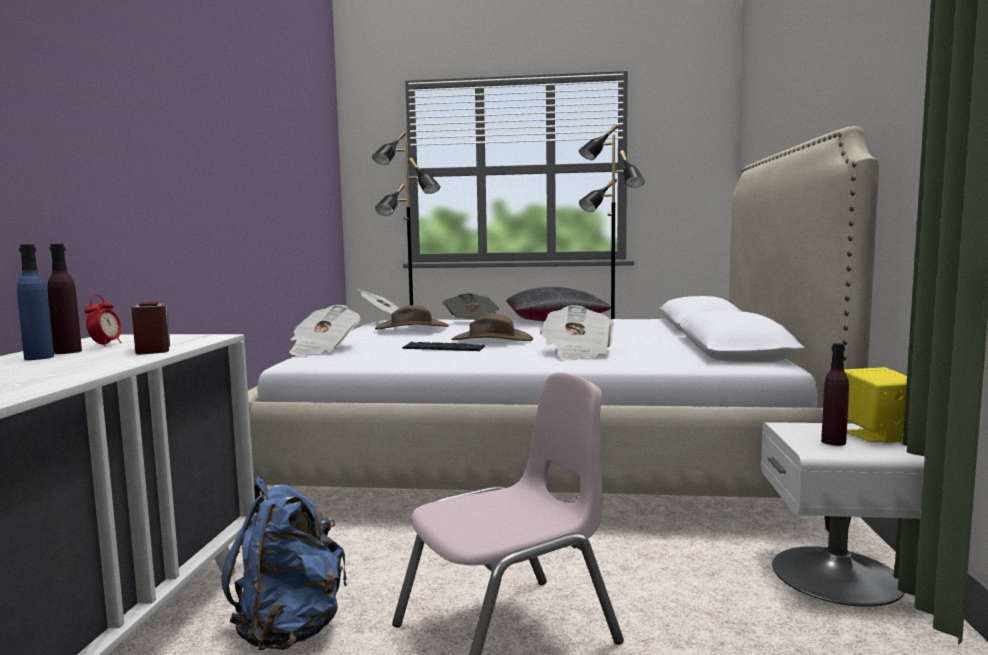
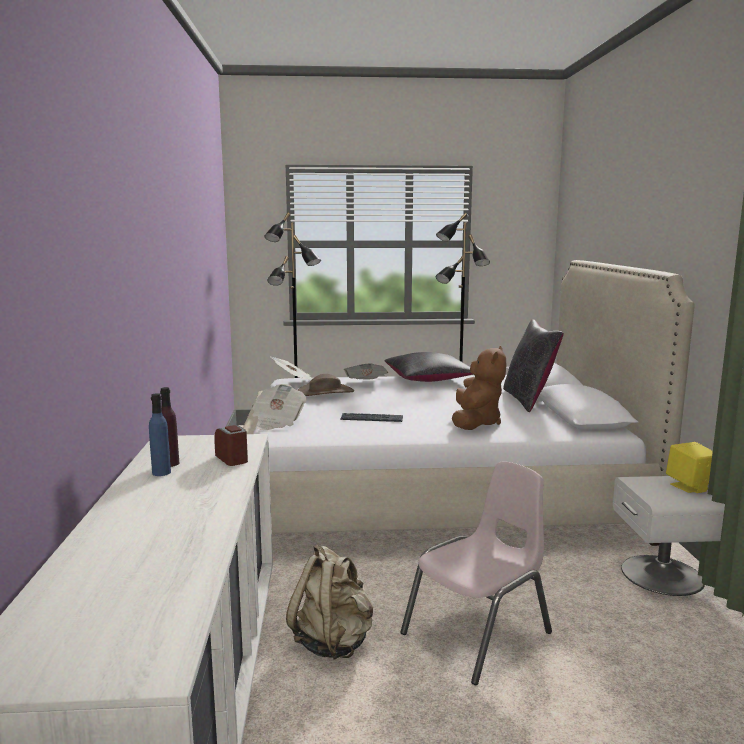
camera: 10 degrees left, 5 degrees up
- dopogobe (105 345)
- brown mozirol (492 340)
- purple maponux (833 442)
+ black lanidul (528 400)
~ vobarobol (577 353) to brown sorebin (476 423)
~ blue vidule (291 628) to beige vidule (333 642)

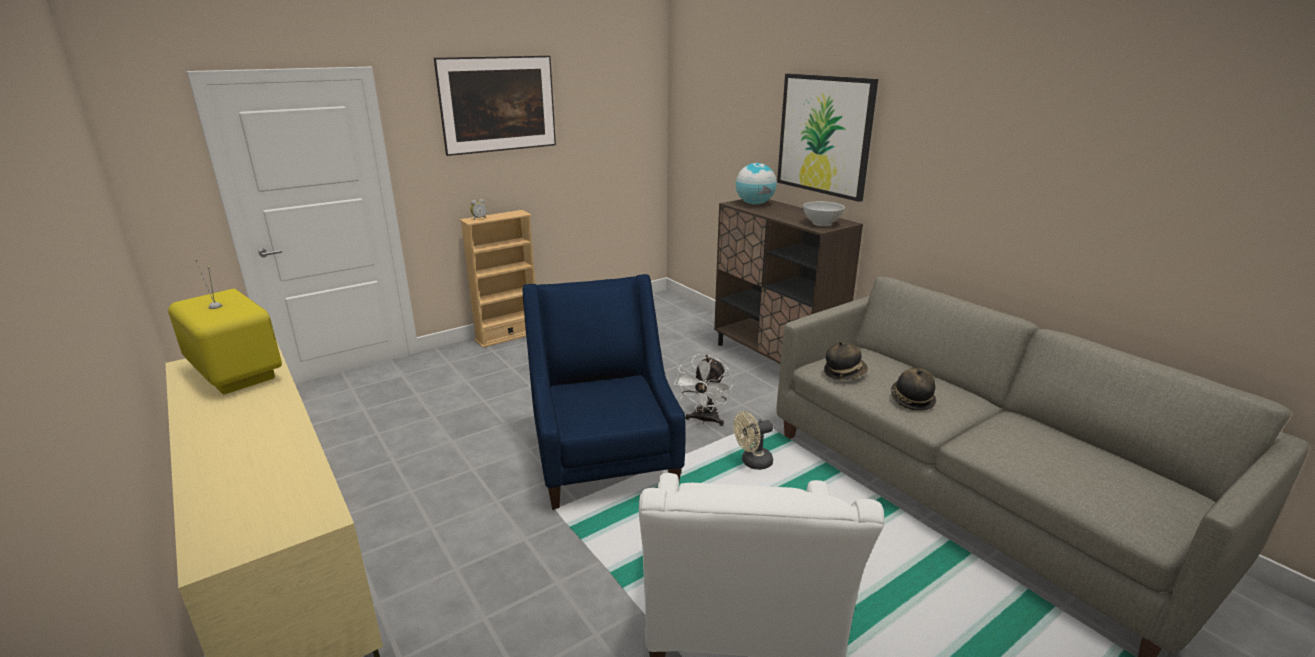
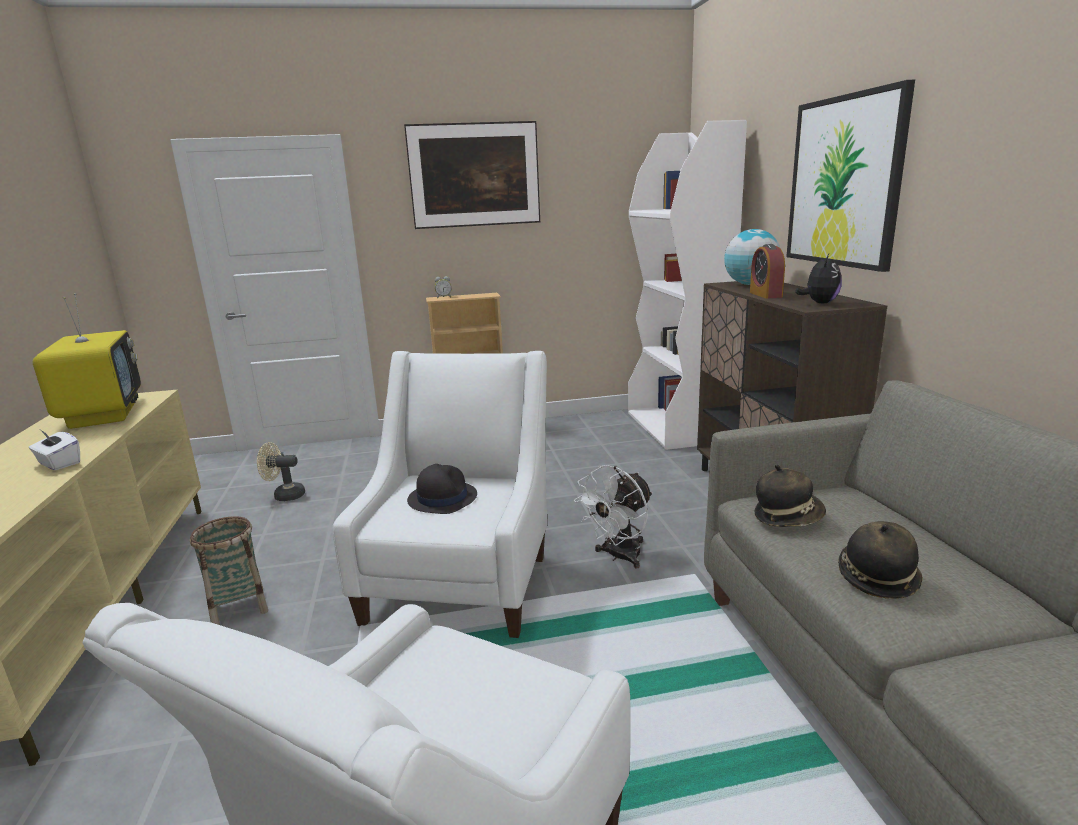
camera: 25 degrees right, 5 degrees down
+ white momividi (59 463)
+ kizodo (238 607)
+ black mozirol (442 498)
+ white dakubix (675 427)
+ dopogobe (765 295)
~ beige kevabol (752 462) to (284 495)
~ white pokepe (821 223) to sorebin (819 303)
~ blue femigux (604 460) to white femigux (462 580)

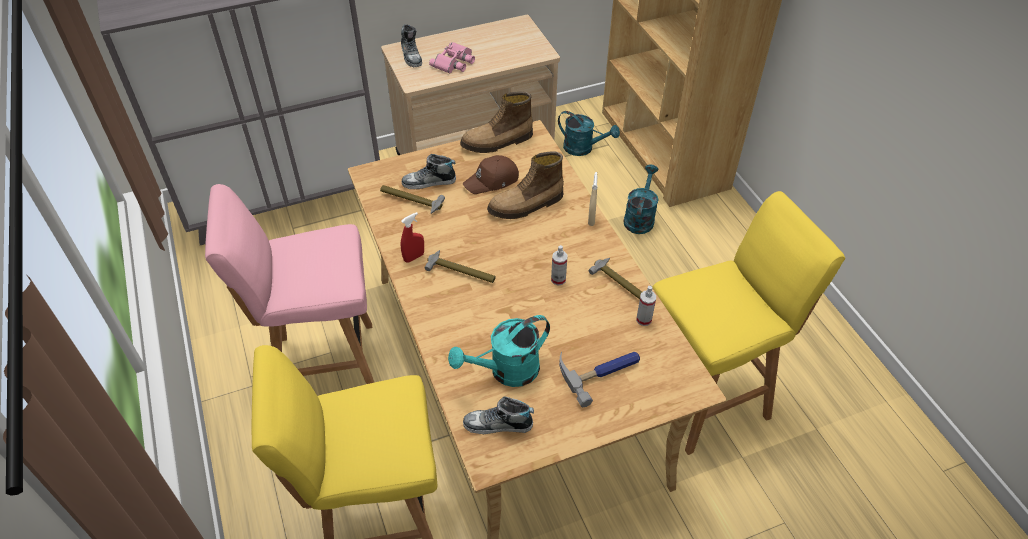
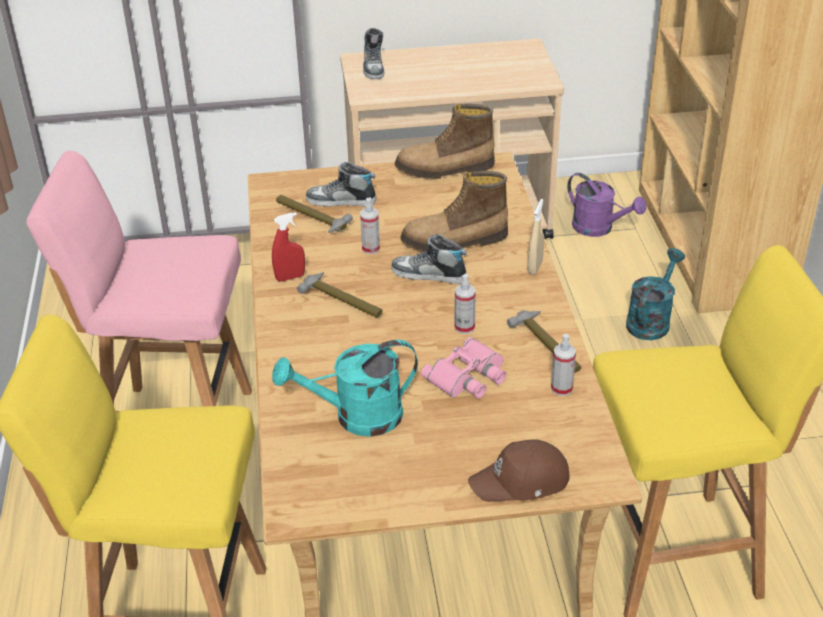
camera: 15 degrees right, 10 degrees down
- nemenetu (600 371)
+ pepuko (370 248)
~ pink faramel (454 62) to (468 376)
~ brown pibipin (492 181) to (521 482)
~ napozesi (498 425) to (428 274)
~ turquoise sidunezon (583 148) to purple sidunezon (599 228)

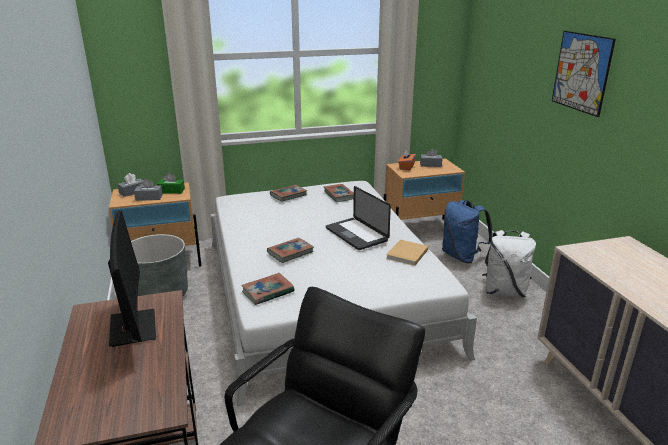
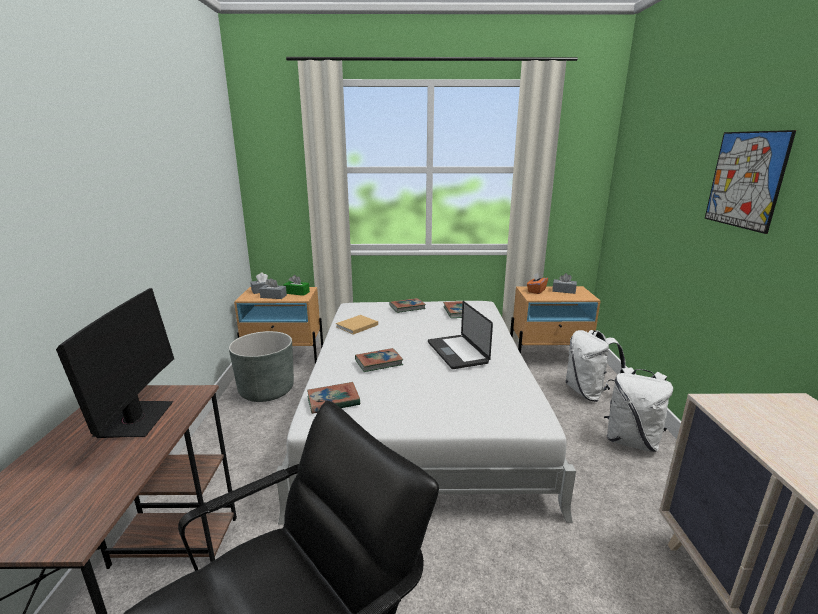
camera: 15 degrees right, 5 degrees down
~ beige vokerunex (406 254) to (356 326)
~ blue vidule (462 256) to white vidule (588 393)

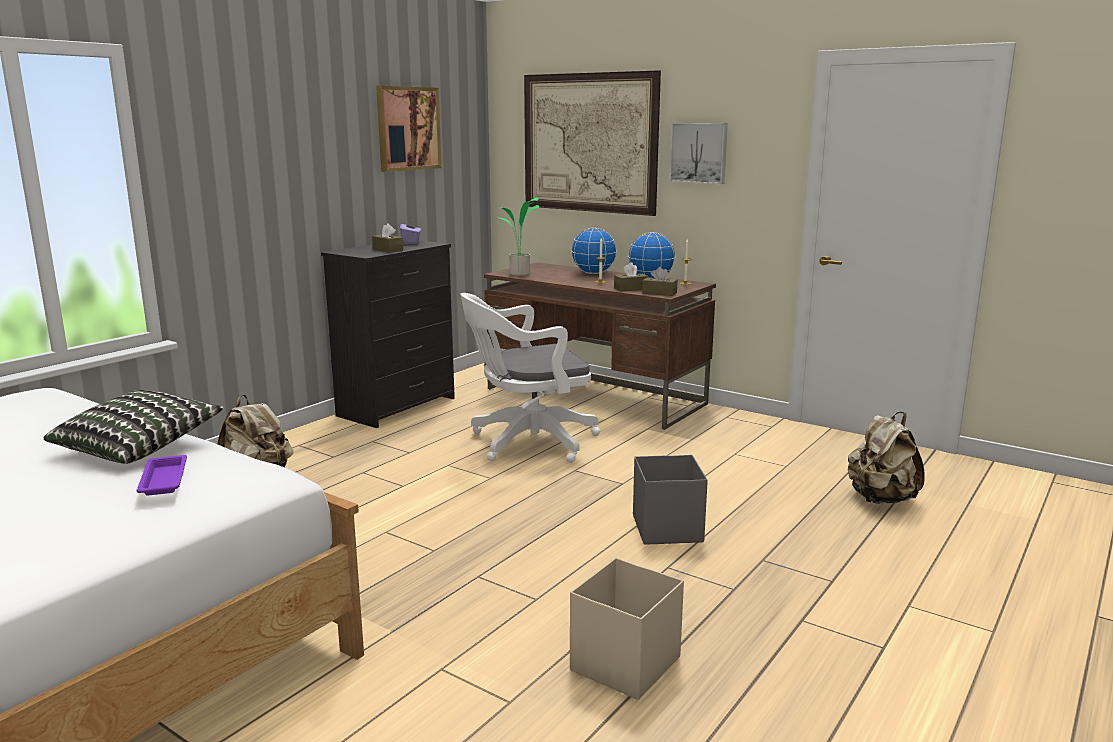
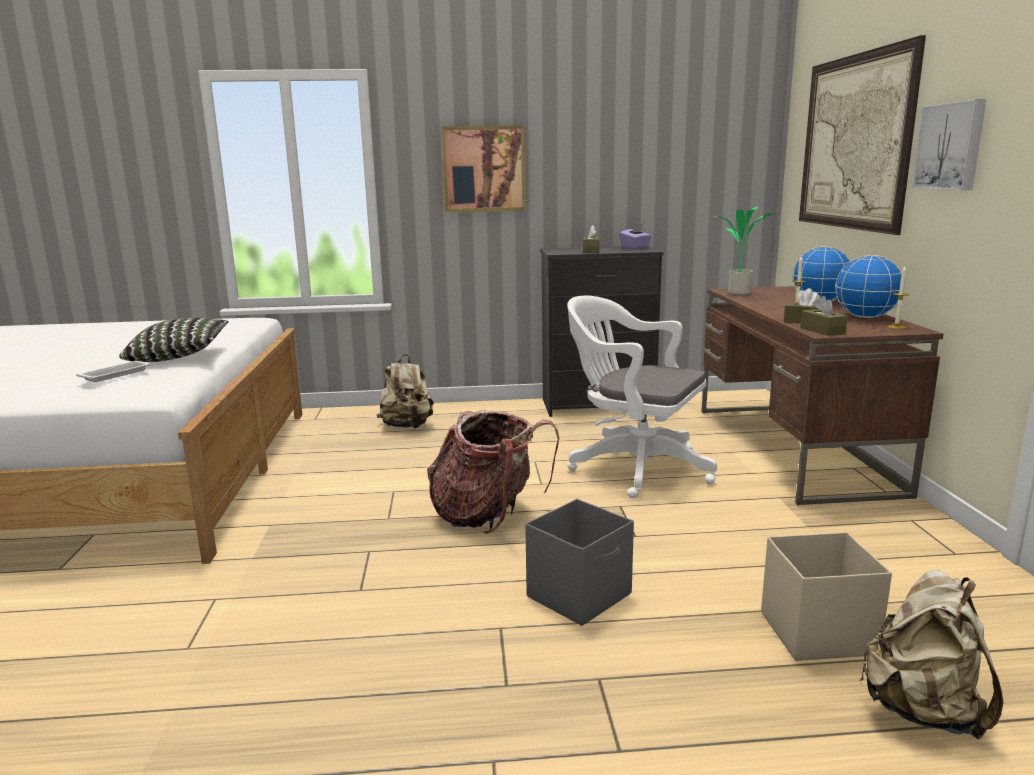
camera: 50 degrees right, 0 degrees up
+ vidule (488 515)
~ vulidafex (408 128) to (484 169)
~ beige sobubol (624 664) to (815 633)
~ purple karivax (164 479) to white karivax (116 374)

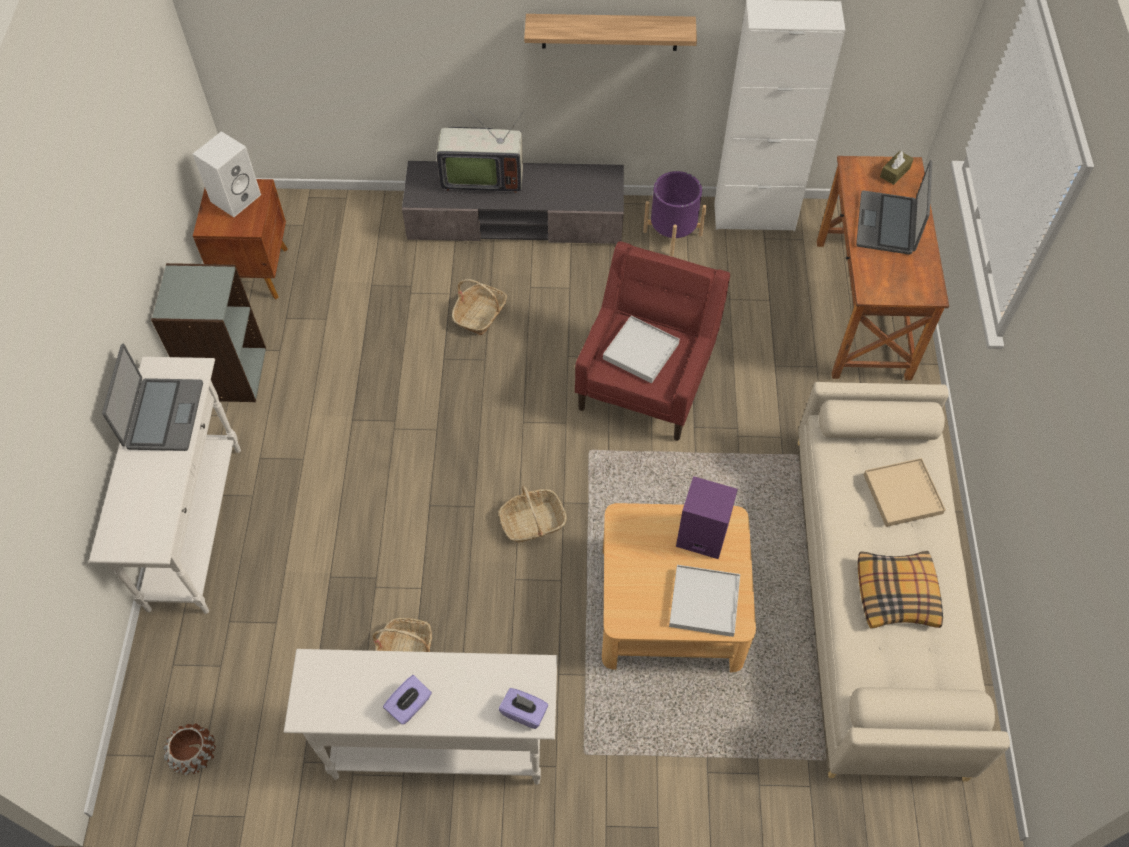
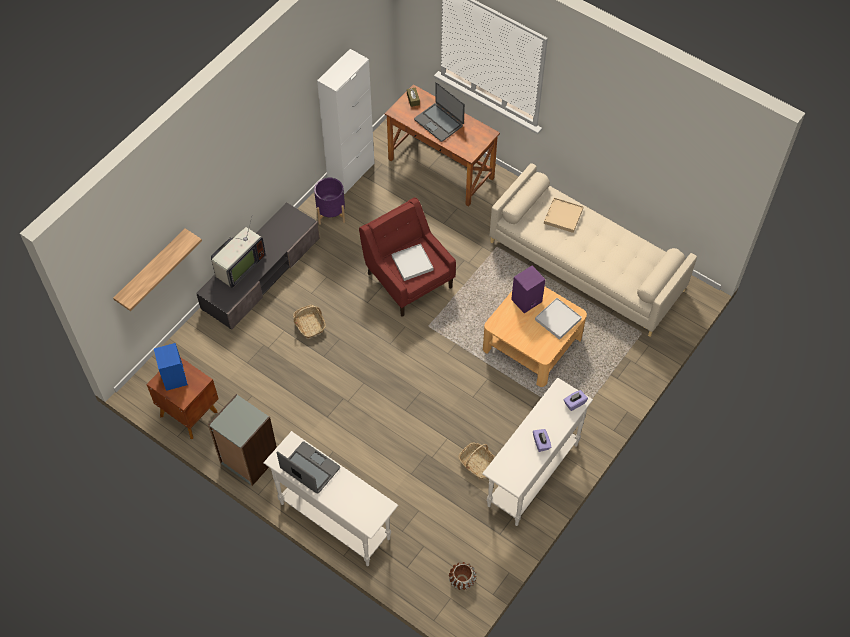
camera: 55 degrees left, 0 degrees up
- kizodo (532 522)
- lanidul (897 594)
~ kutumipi (610 32) to (151 269)
~ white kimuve (236 197) to blue kimuve (173 377)

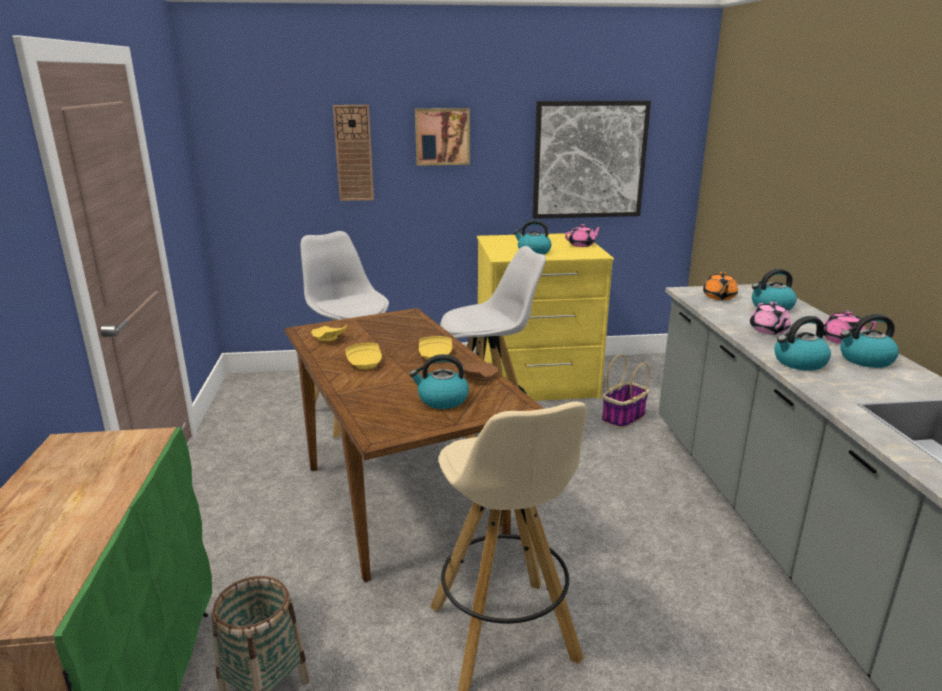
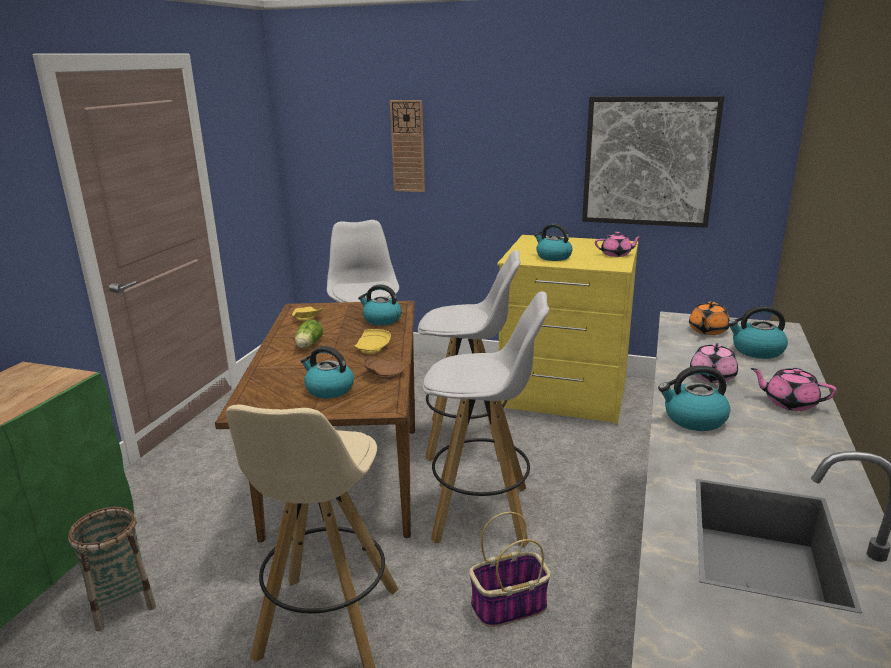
camera: 25 degrees right, 0 degrees up
- vulidafex (442 136)
+ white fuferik (483 513)
~ kizodo (623 418) to (508 607)
~ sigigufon (865 360) to (381 320)
~ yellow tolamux (365 364) to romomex (308 345)

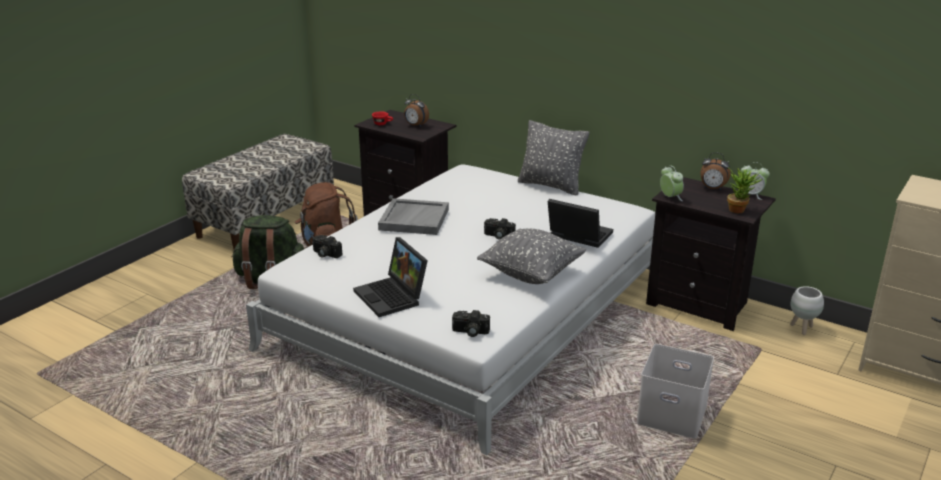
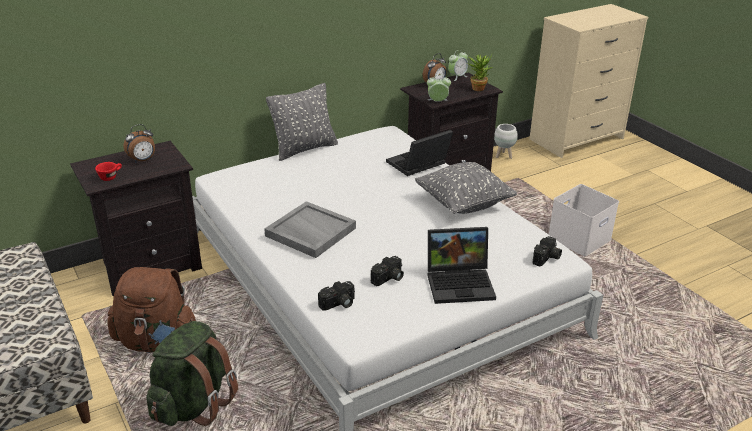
camera: 65 degrees left, 5 degrees up
~ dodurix (498 236) to (388 279)

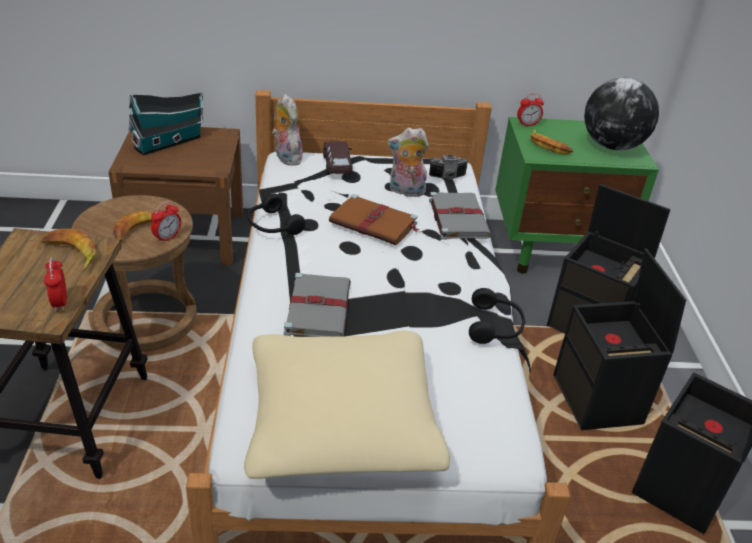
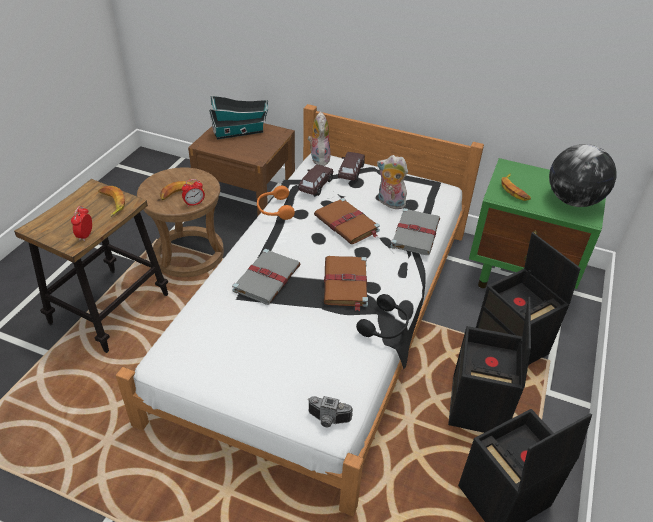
camera: 25 degrees right, 5 degrees up
- beige lanidul (342 422)
- dopogobe (527 124)
+ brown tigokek (315 186)
+ brown vokerunex (345 284)
~ dodurix (448 178) to (328 420)
~ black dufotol (272 226) to orange dufotol (274 209)

